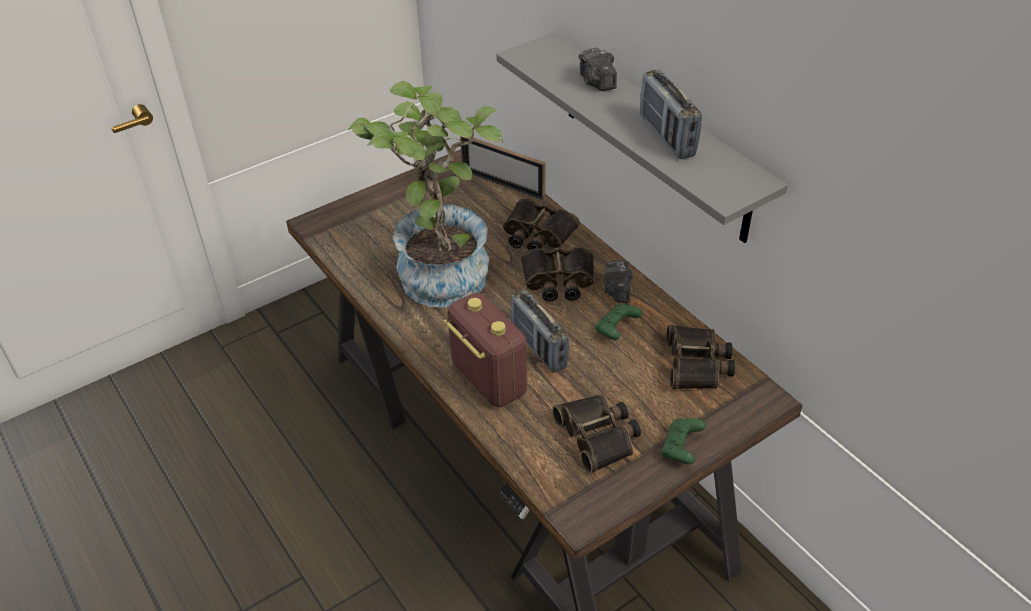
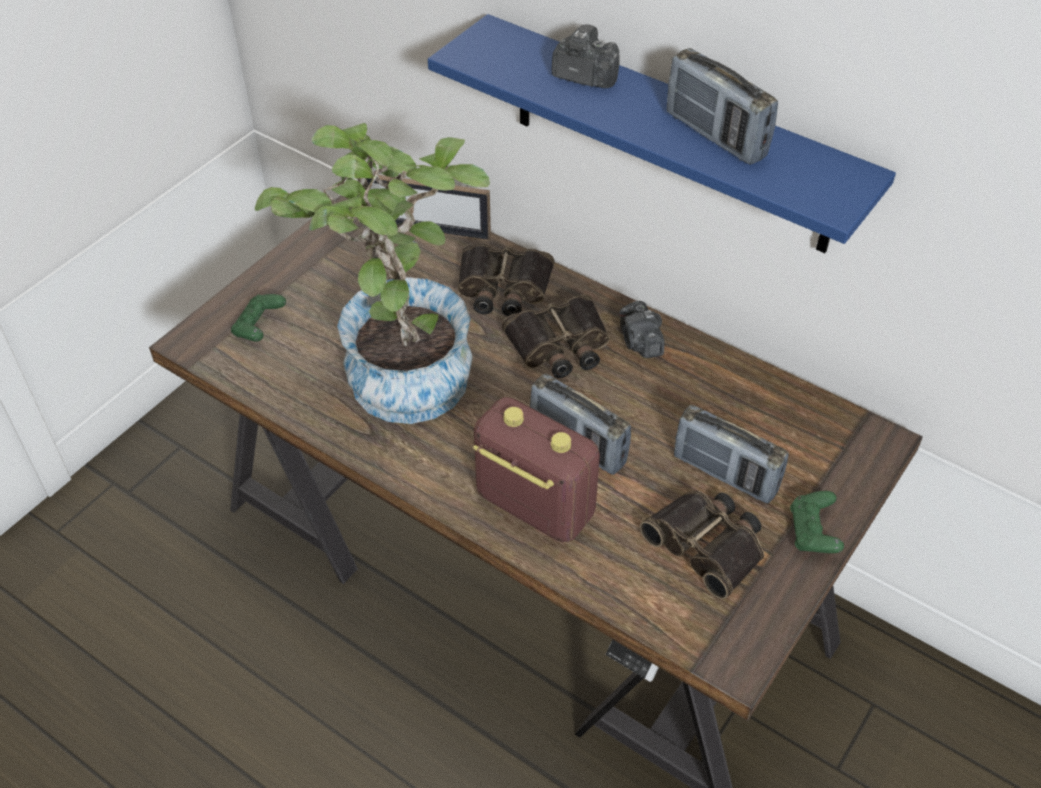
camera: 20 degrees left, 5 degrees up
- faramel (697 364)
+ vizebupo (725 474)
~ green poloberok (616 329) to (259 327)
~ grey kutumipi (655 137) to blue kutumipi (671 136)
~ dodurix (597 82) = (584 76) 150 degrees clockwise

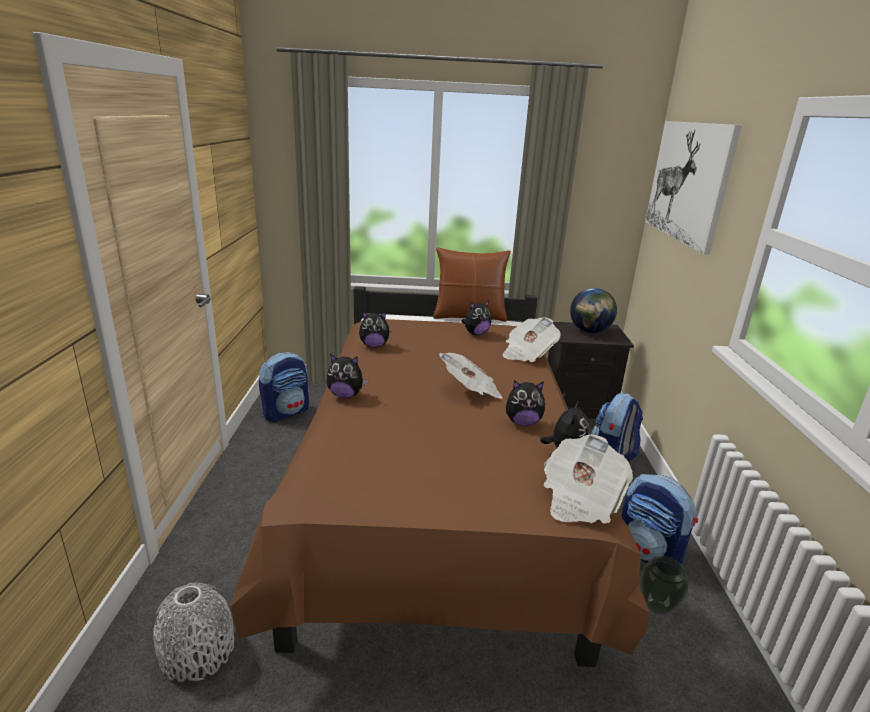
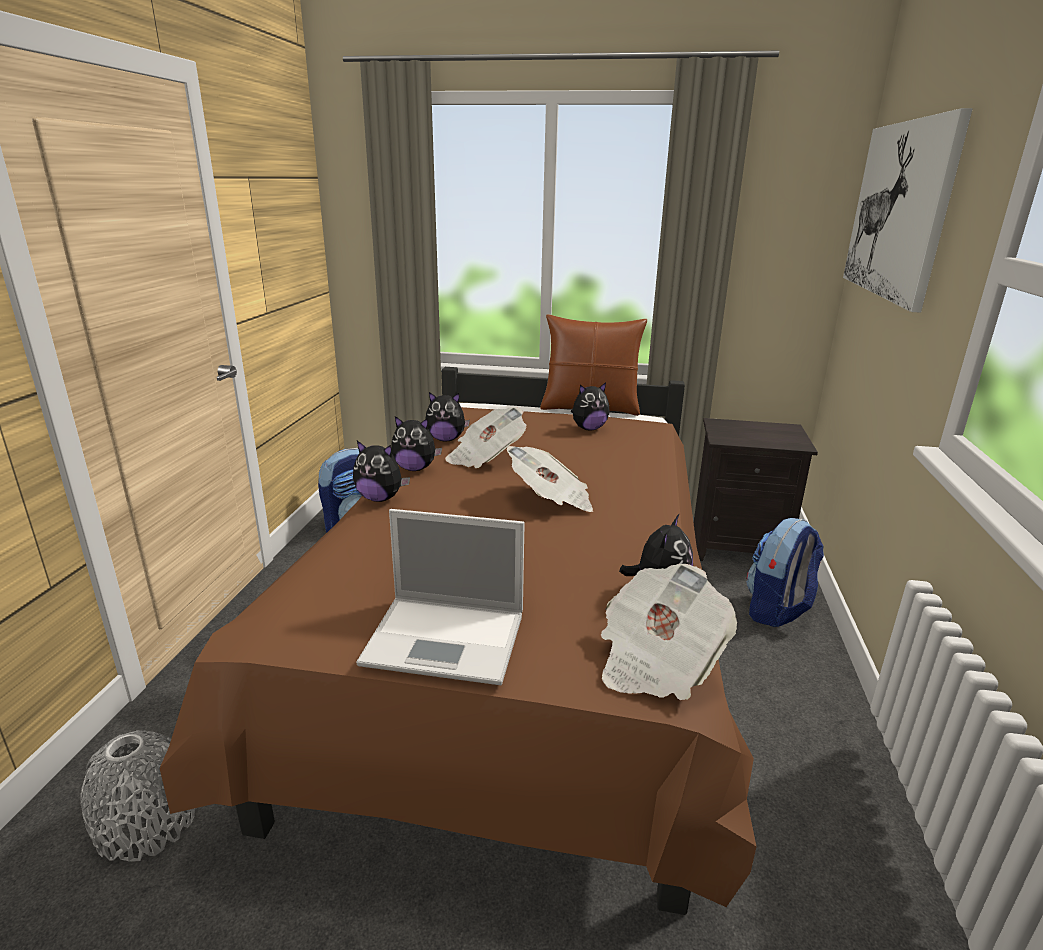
camera: 10 degrees right, 0 degrees up
- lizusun (589 331)
- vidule (649 554)
- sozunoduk (657 608)
+ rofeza (448 639)
~ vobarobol (527 353) to (485 457)
~ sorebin (522 422) to (415 468)

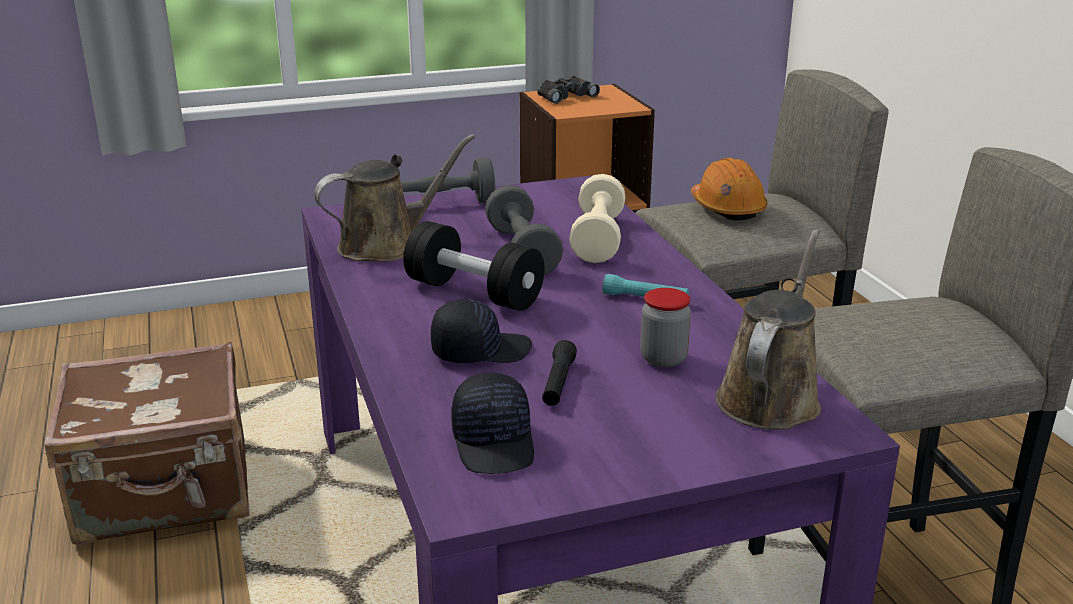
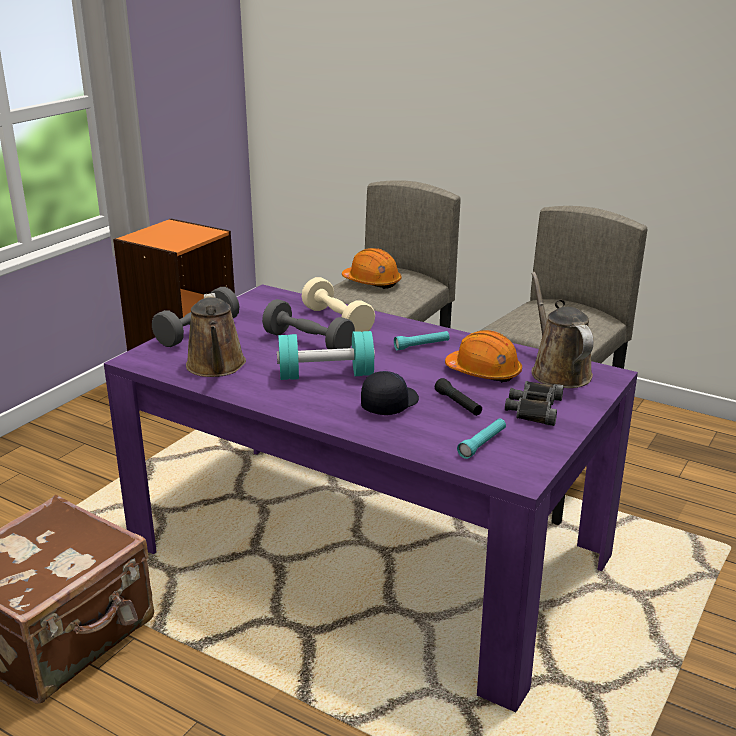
camera: 40 degrees left, 0 degrees up
~ black faramel (564 96) to (533 408)
~ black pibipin (495 443) to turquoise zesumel (482 444)
~ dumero (663 358) to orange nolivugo (483 372)
~ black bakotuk (474 293) to turquoise bakotuk (326 375)
~ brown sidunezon (386 245) = (216 367) 150 degrees clockwise

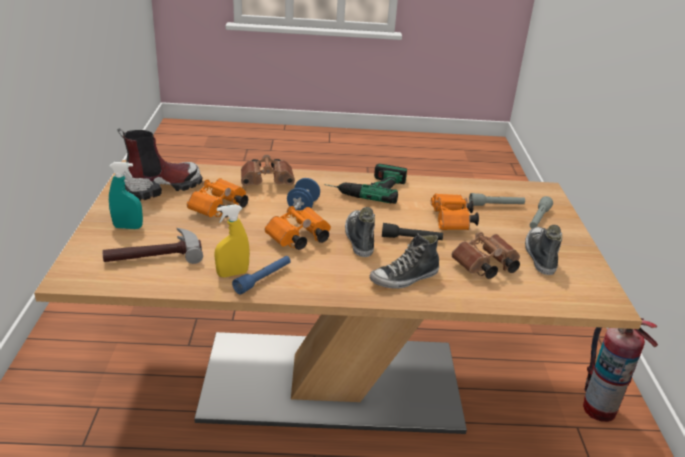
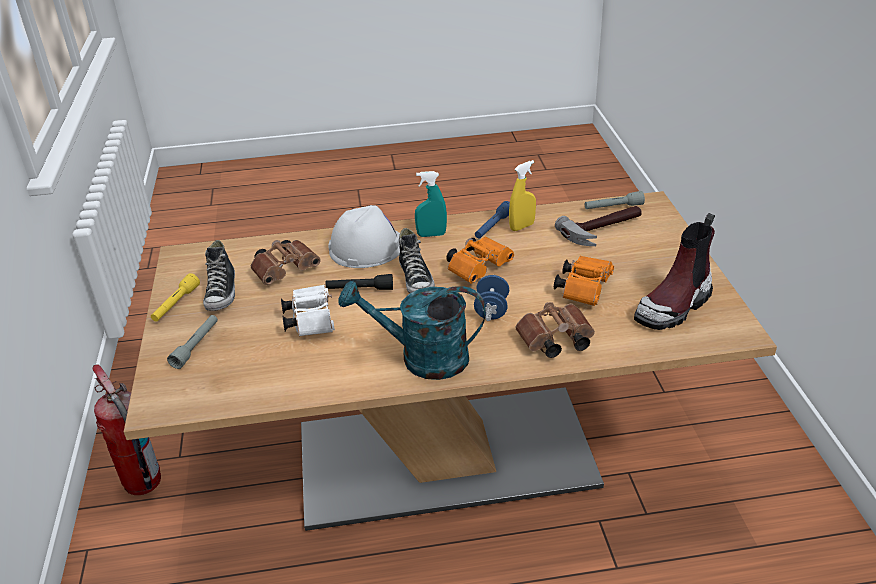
camera: 175 degrees right, 5 degrees up
+ yellow zesumel (176 304)
~ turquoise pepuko (128 227) to (431 235)
~ grey zesumel (496 205) to (613 207)
~ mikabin (365 187) to turquoise sidunezon (422 358)
~ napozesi (404 278) to white nolivugo (367 247)
~ orange faramel (452 222) to white faramel (310 320)

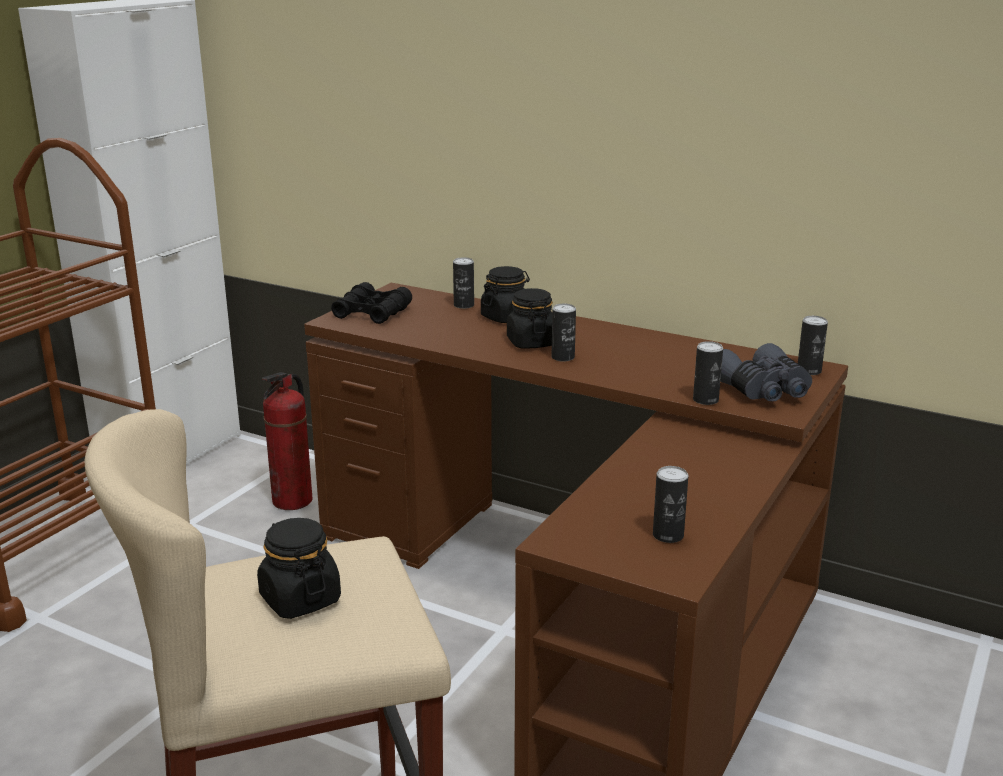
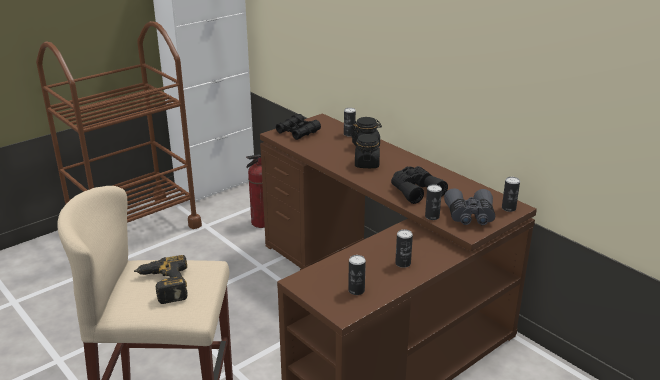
camera: 20 degrees right, 5 degrees up
+ black faramel (415 190)
~ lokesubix (563 357) to (403 263)
~ black dumero (300 599) to mikabin (162 285)

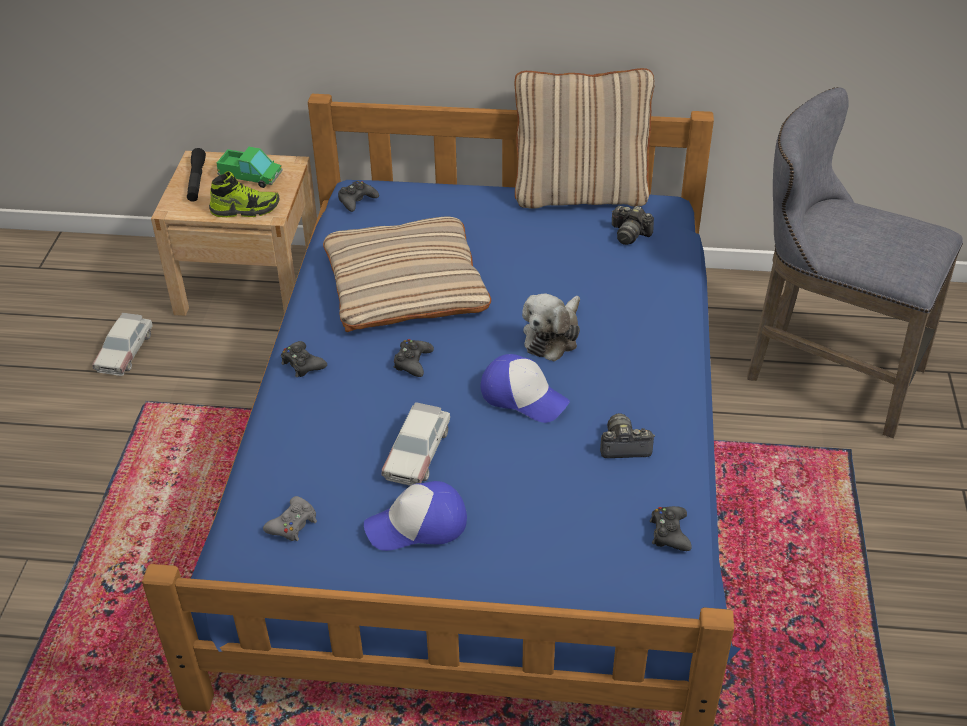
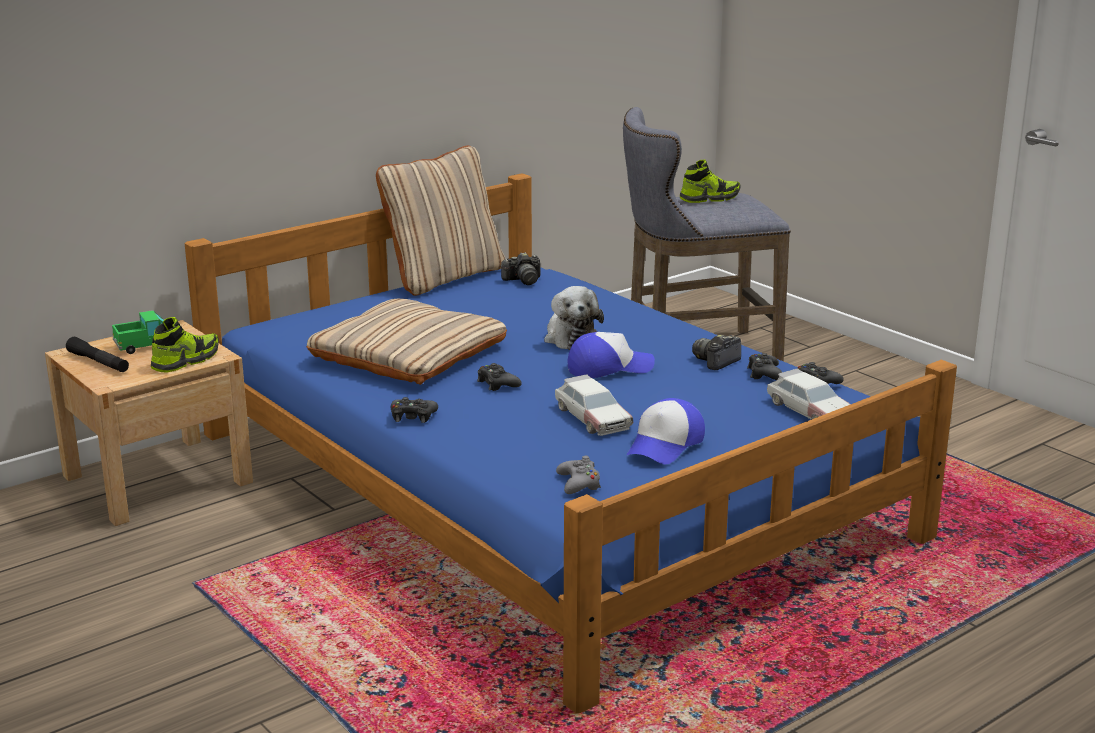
camera: 45 degrees left, 20 degrees down
+ napozesi (709 198)
~ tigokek (125 351) to (809 410)
~ black poloberok (357 200) to (764 374)

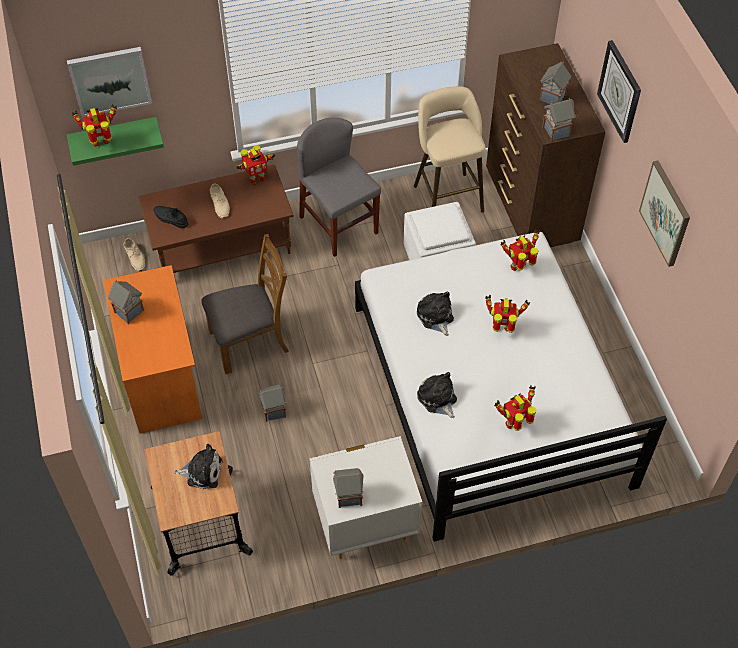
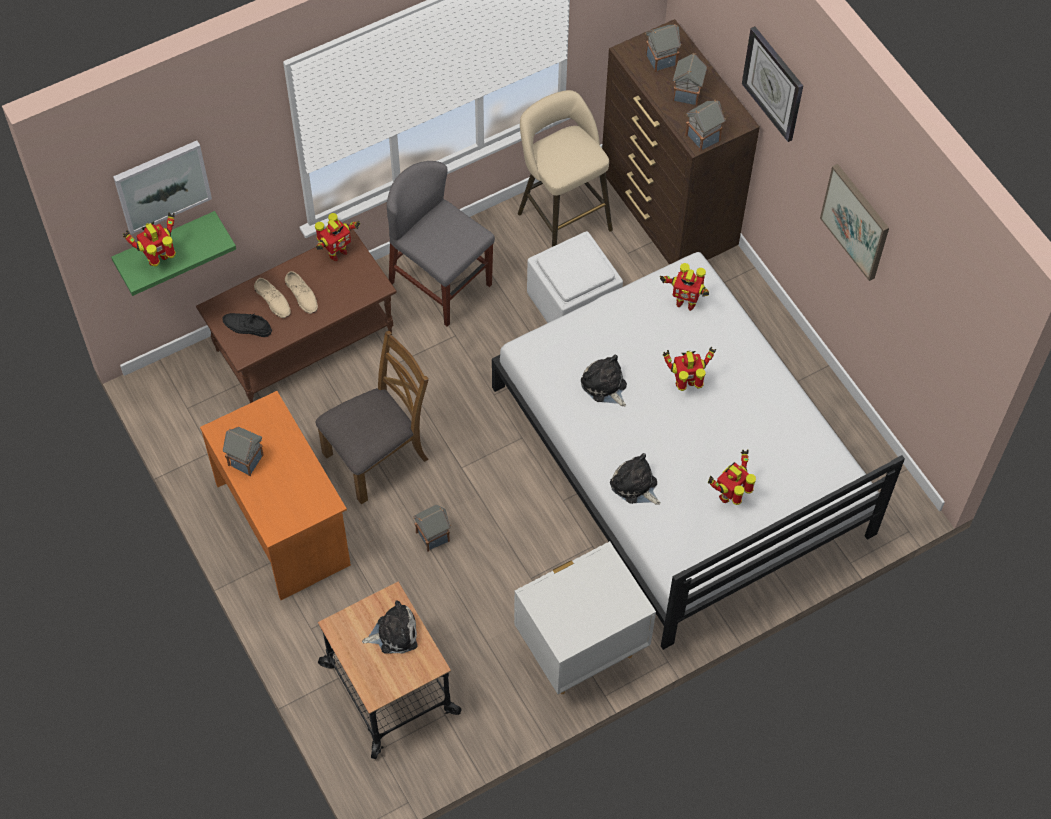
camera: 15 degrees left, 5 degrees up
~ beige napozesi (135 257) to (273 300)
~ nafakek (348 496) to (660 60)
~ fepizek (519 266) = (685 302) 120 degrees counterclockwise

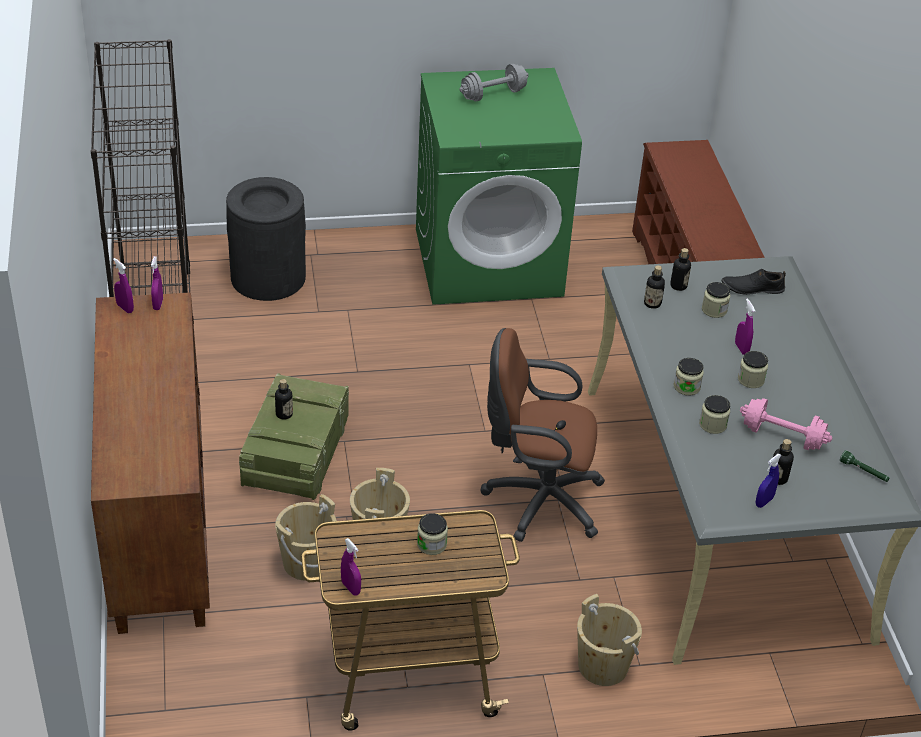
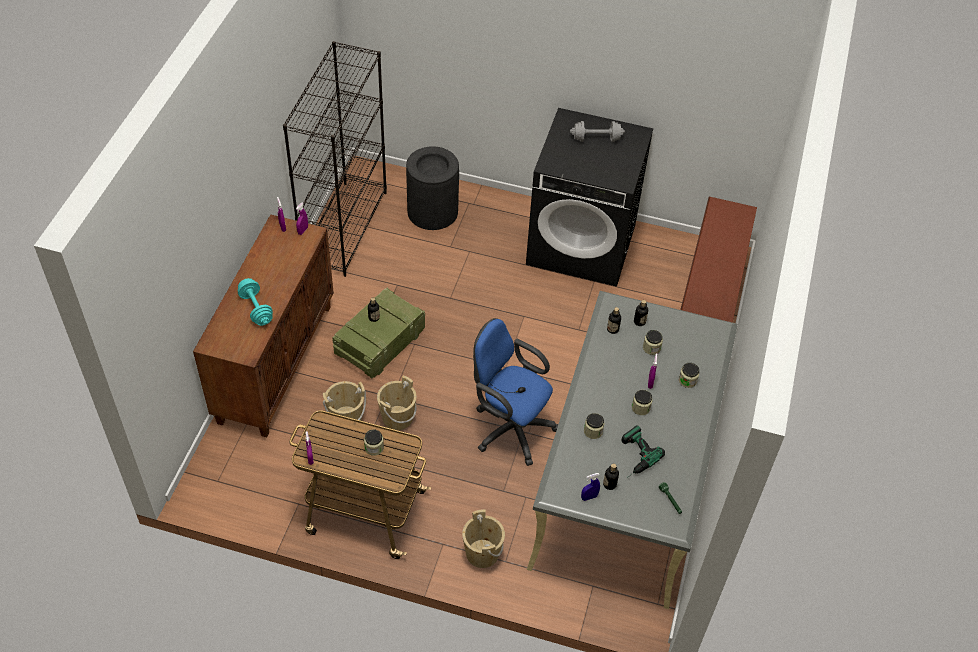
camera: 25 degrees right, 10 degrees up
- black napozesi (752 288)
+ turquoise bakotuk (256 309)
~ dumero (686 387) to (687 380)
~ pink bakotuk (782 436) to mikabin (633 456)
~ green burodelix (489 262) to black burodelix (582 244)
~ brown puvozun (537 500) to blue puvozun (509 427)

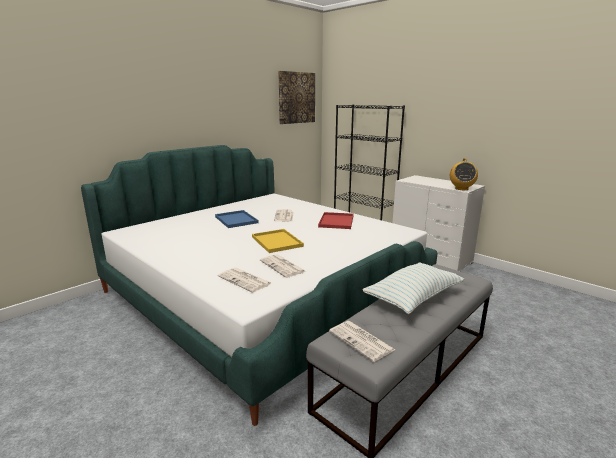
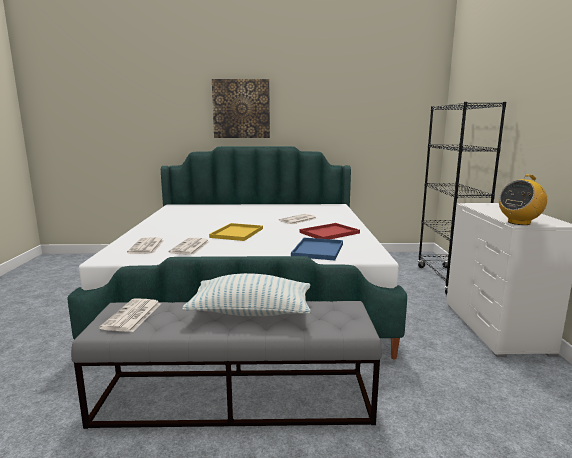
camera: 45 degrees right, 5 degrees down
~ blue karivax (237 220) to (318 250)
~ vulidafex (296 98) to (241 109)

